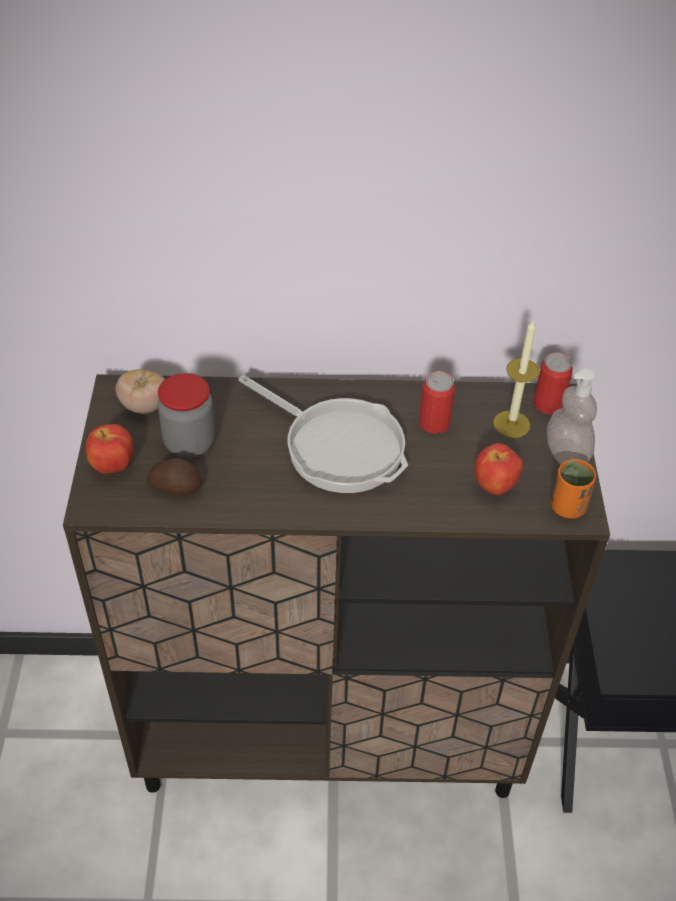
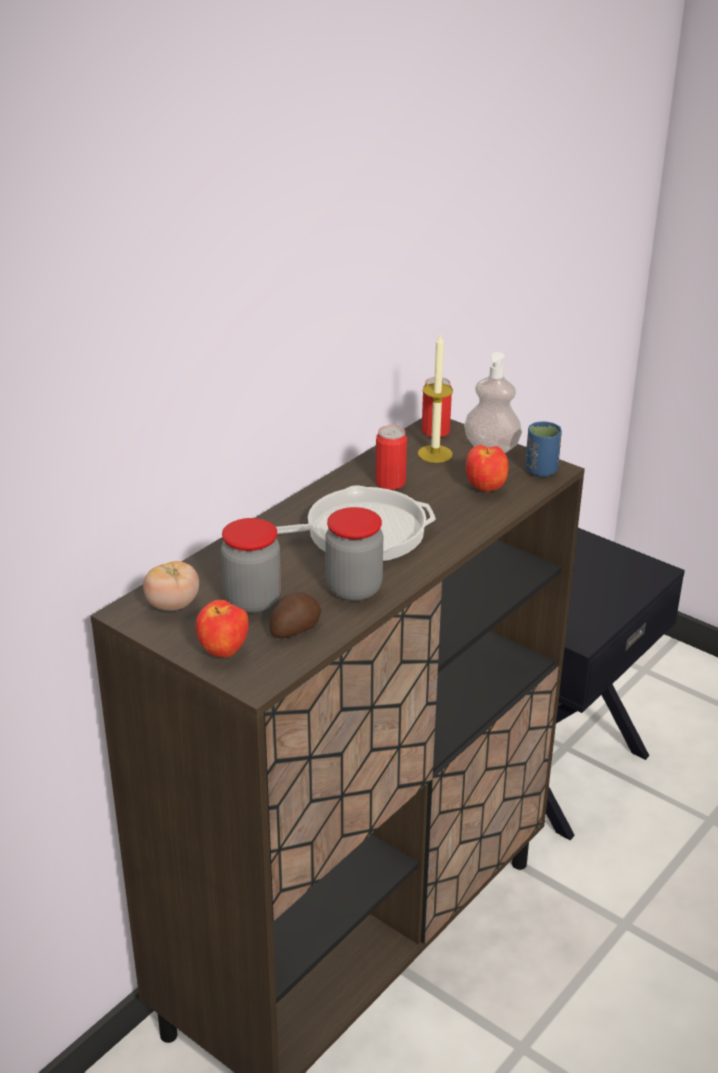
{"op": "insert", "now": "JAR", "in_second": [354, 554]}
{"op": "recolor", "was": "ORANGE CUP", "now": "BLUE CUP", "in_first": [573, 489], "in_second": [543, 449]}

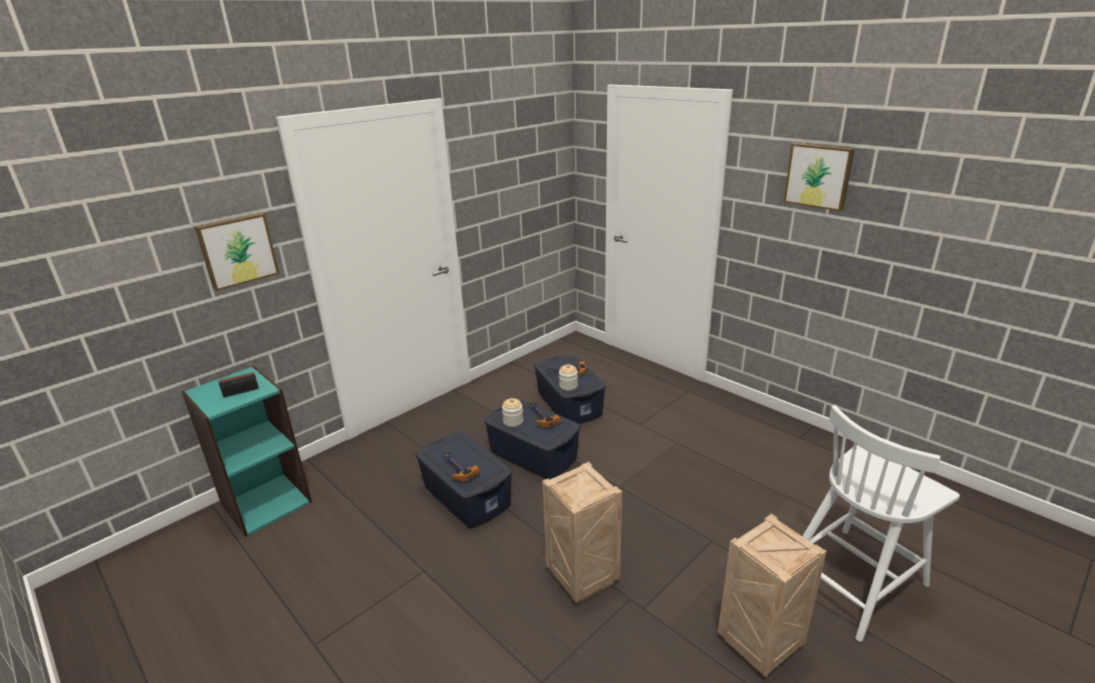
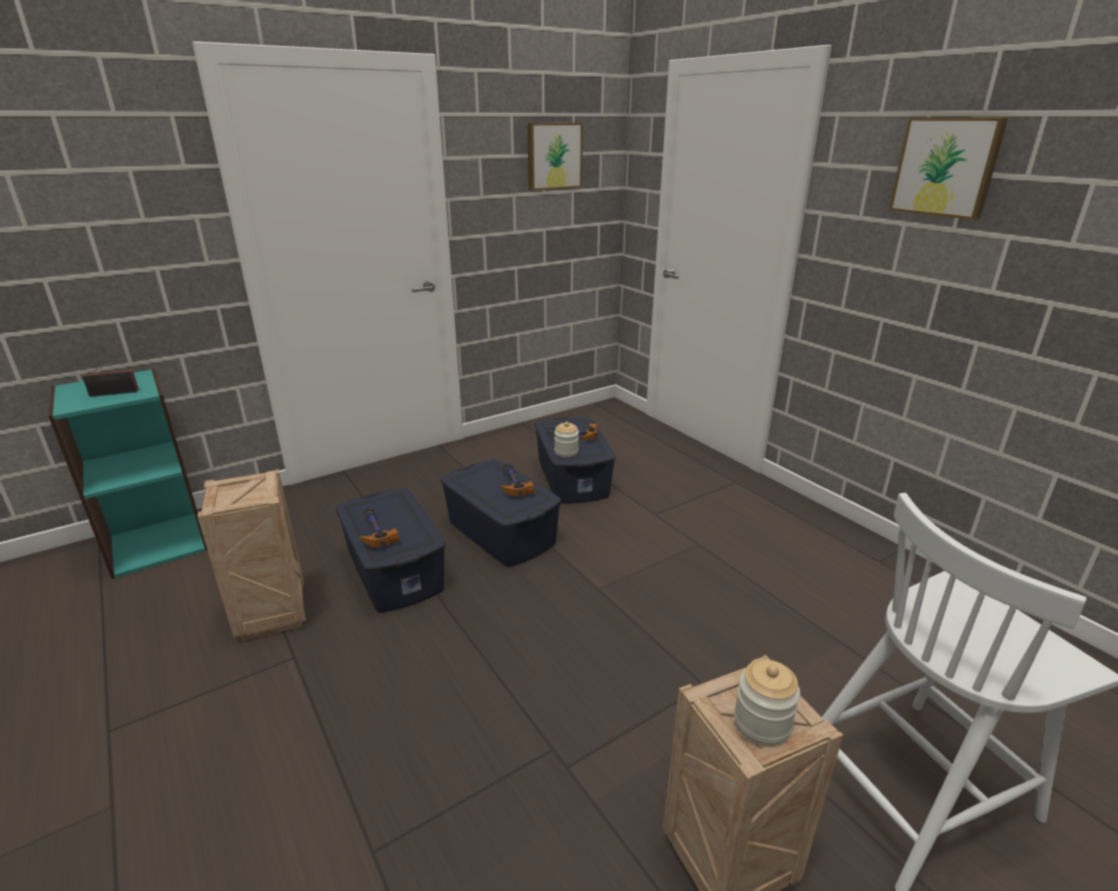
{"op": "move", "was": "CRATE", "in_first": [582, 532], "in_second": [251, 555]}
{"op": "move", "was": "PICTURE", "in_first": [237, 252], "in_second": [555, 156]}
{"op": "move", "was": "JAR", "in_first": [512, 412], "in_second": [767, 702]}

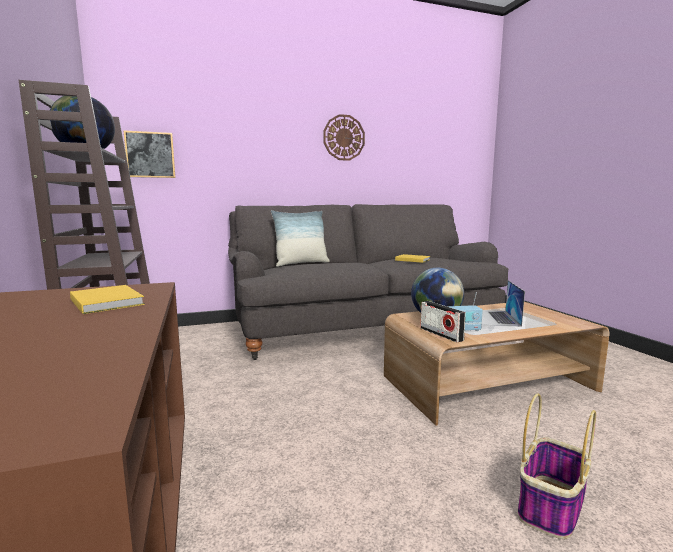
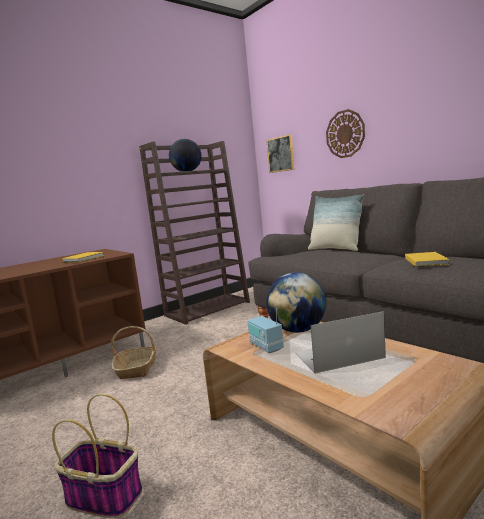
{"op": "insert", "now": "BASKET", "in_second": [134, 352]}
{"op": "move", "was": "WALL CLOCK", "in_first": [344, 137], "in_second": [345, 133]}
{"op": "delete", "was": "RADIO", "in_first": [443, 321]}

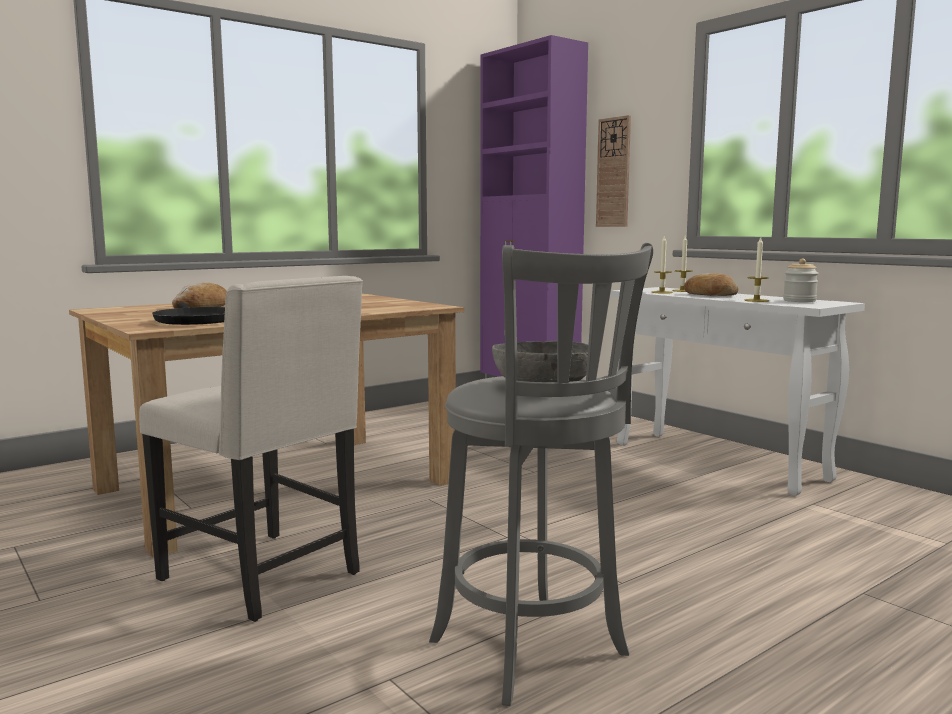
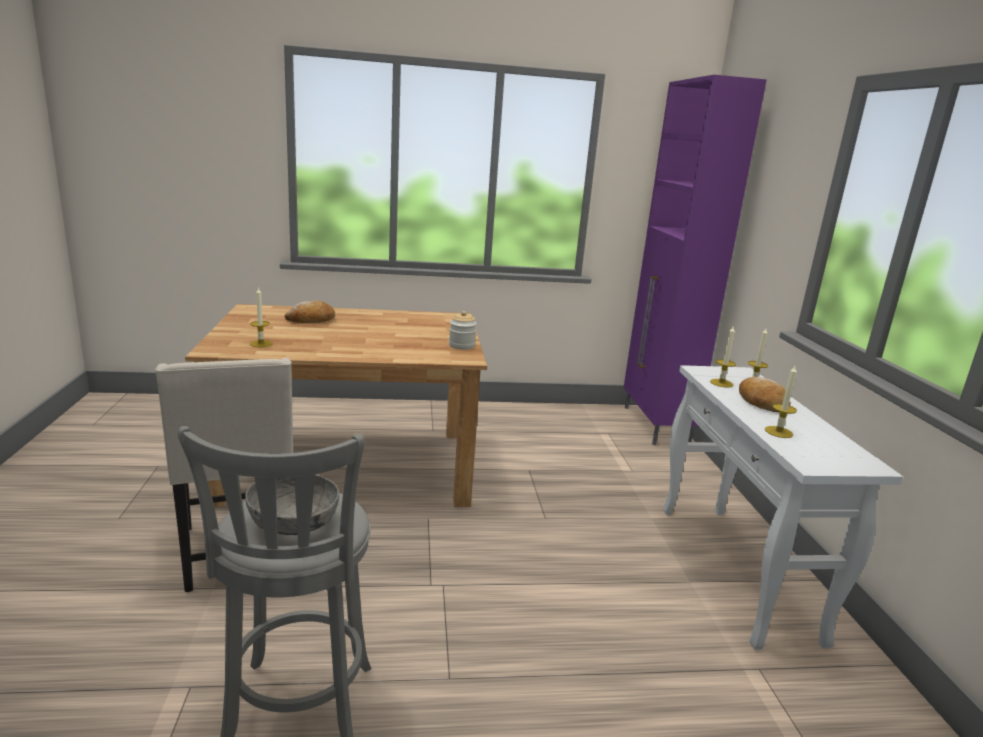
{"op": "replace", "was": "BLACK FRYING PAN", "now": "CANDLE", "in_first": [188, 314], "in_second": [261, 317]}
{"op": "move", "was": "JAR", "in_first": [801, 280], "in_second": [463, 330]}
{"op": "delete", "was": "WALL CLOCK", "in_first": [613, 171]}

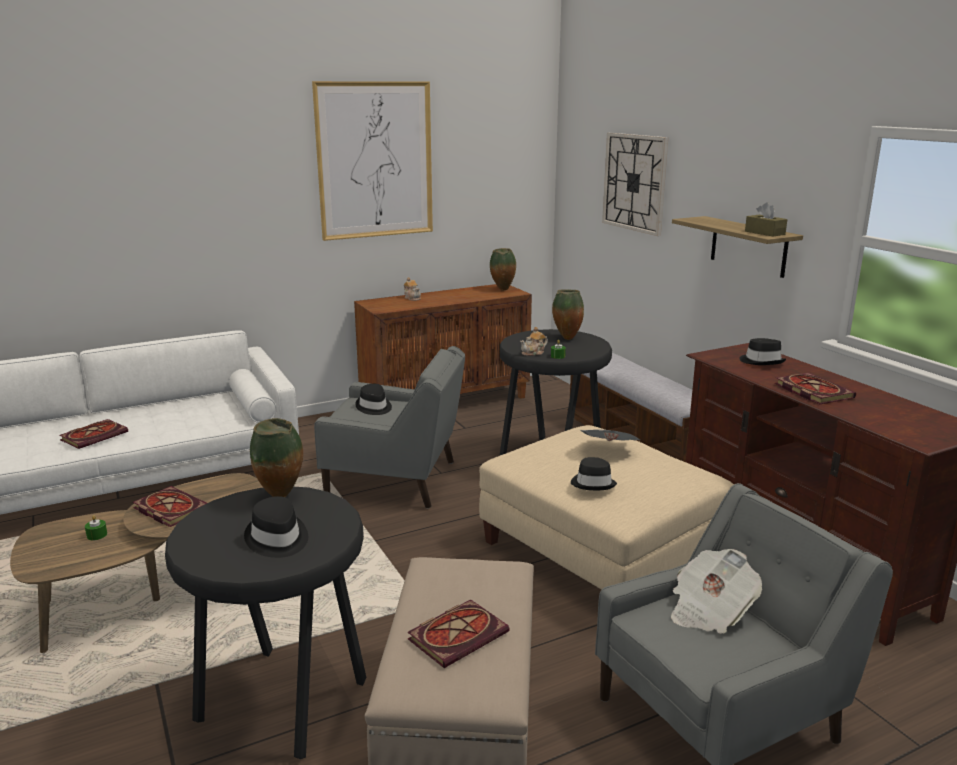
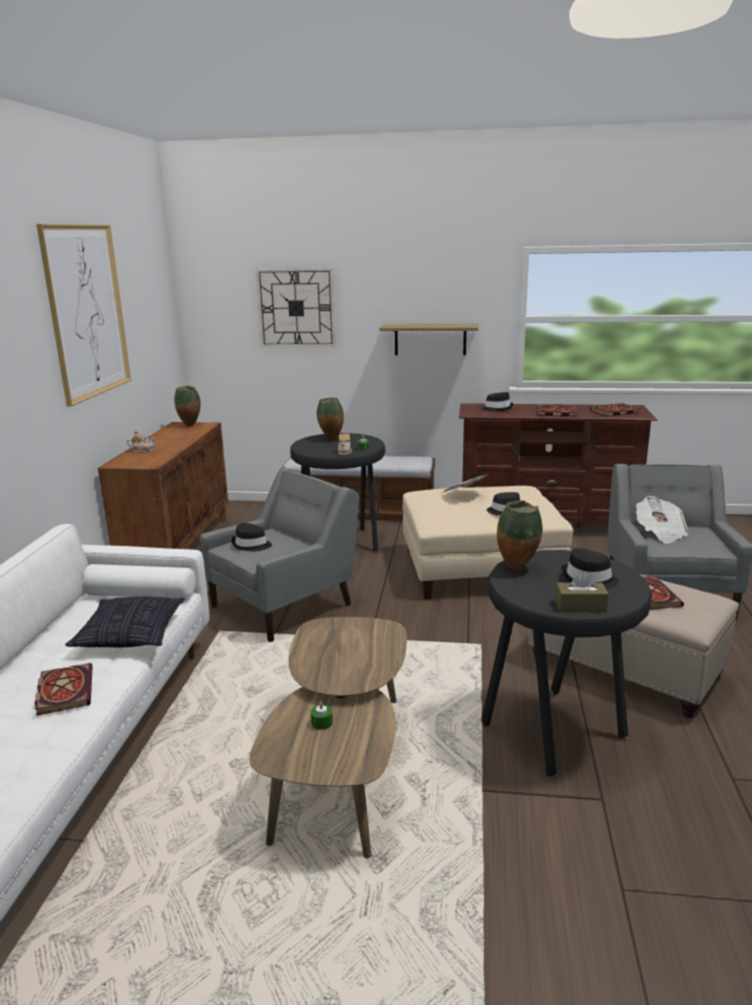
{"op": "insert", "now": "PILLOW", "in_second": [125, 621]}
{"op": "move", "was": "BROWN TISSUE BOX", "in_first": [766, 219], "in_second": [582, 591]}
{"op": "move", "was": "BOOK", "in_first": [169, 506], "in_second": [614, 409]}

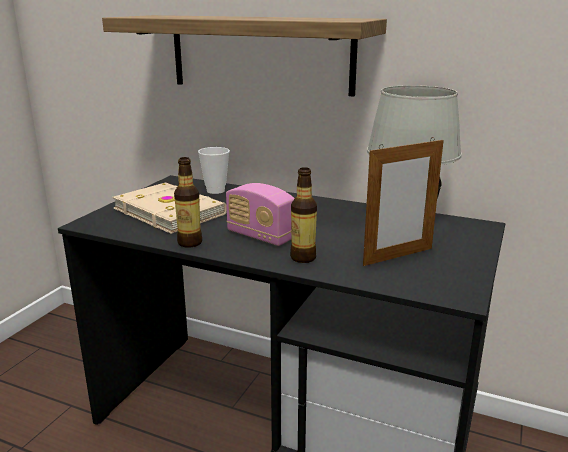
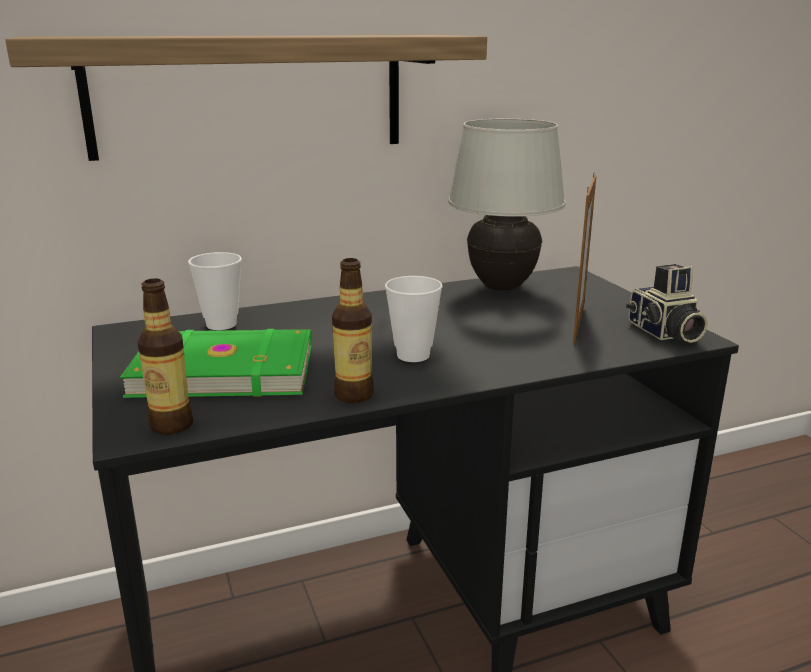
{"op": "recolor", "was": "BEIGE BOOK", "now": "GREEN BOOK", "in_first": [169, 208], "in_second": [216, 363]}
{"op": "move", "was": "BOTTLE", "in_first": [303, 215], "in_second": [165, 356]}
{"op": "replace", "was": "RADIO", "now": "CUP", "in_first": [260, 214], "in_second": [414, 319]}
{"op": "insert", "now": "PHOTO CAMERA", "in_second": [667, 303]}

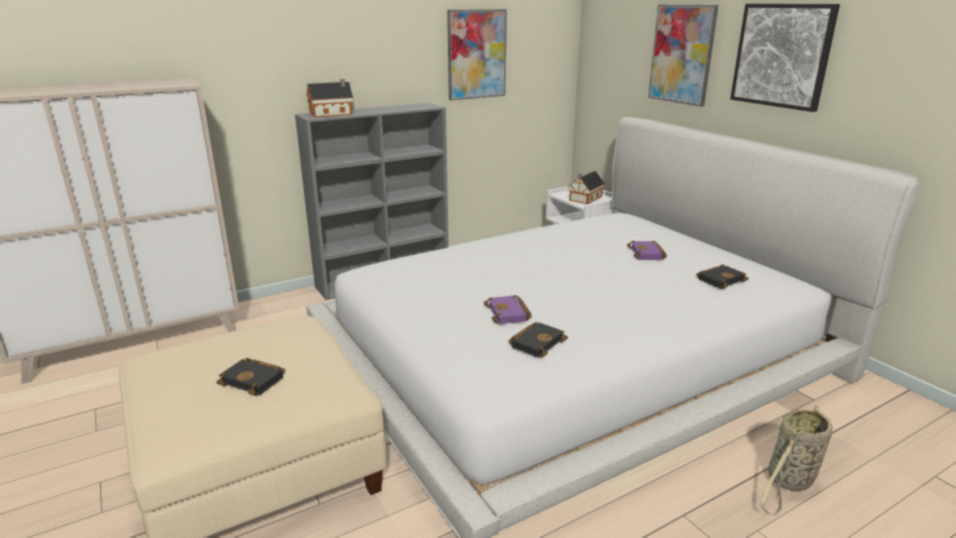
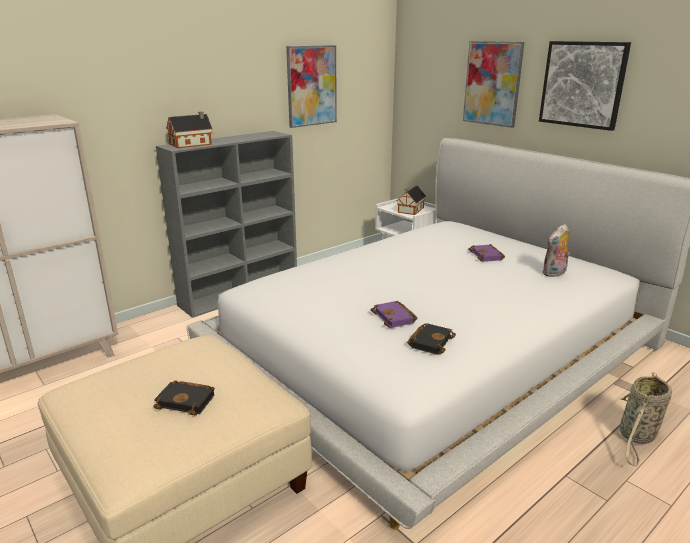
{"op": "replace", "was": "BLACK BOOK", "now": "PLUSH TOY", "in_first": [722, 276], "in_second": [556, 250]}

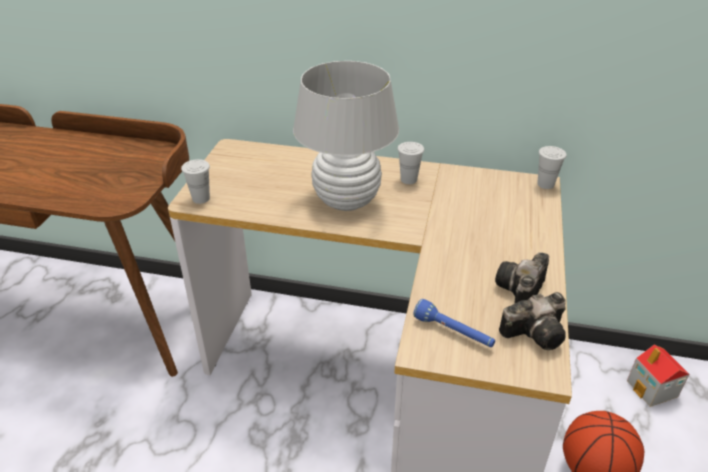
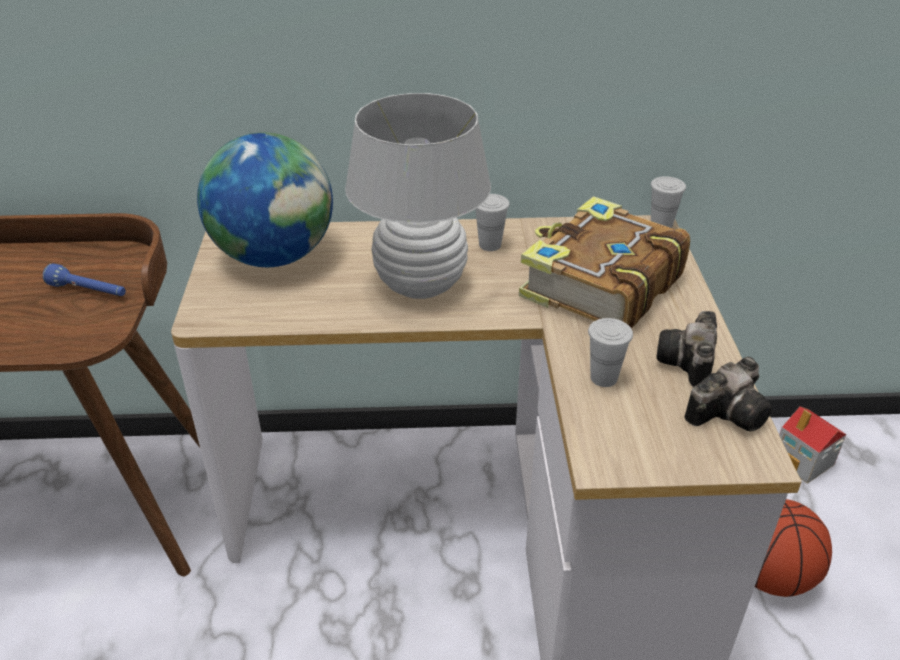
{"op": "move", "was": "BLUE FLASHLIGHT", "in_first": [454, 323], "in_second": [84, 279]}
{"op": "insert", "now": "GLOBE", "in_second": [265, 199]}
{"op": "insert", "now": "BOOK", "in_second": [604, 262]}
{"op": "move", "was": "WHITE CUP", "in_first": [195, 181], "in_second": [610, 352]}

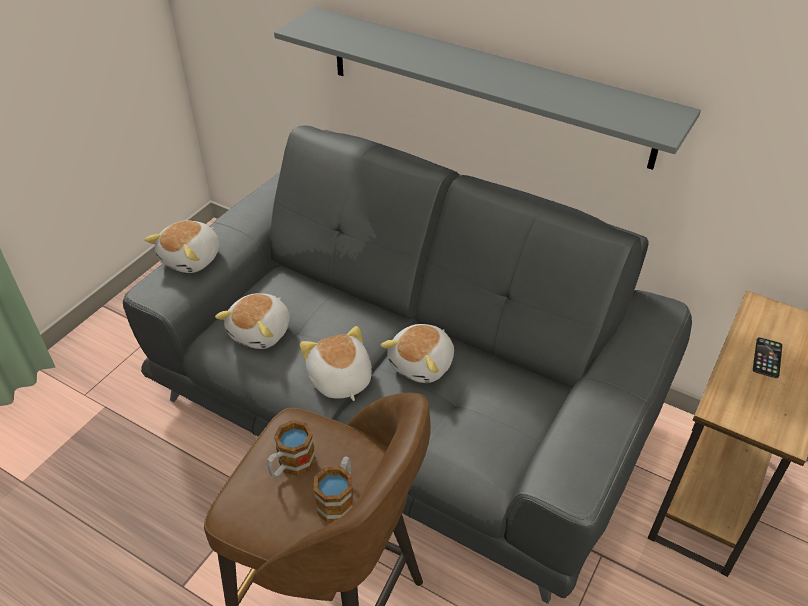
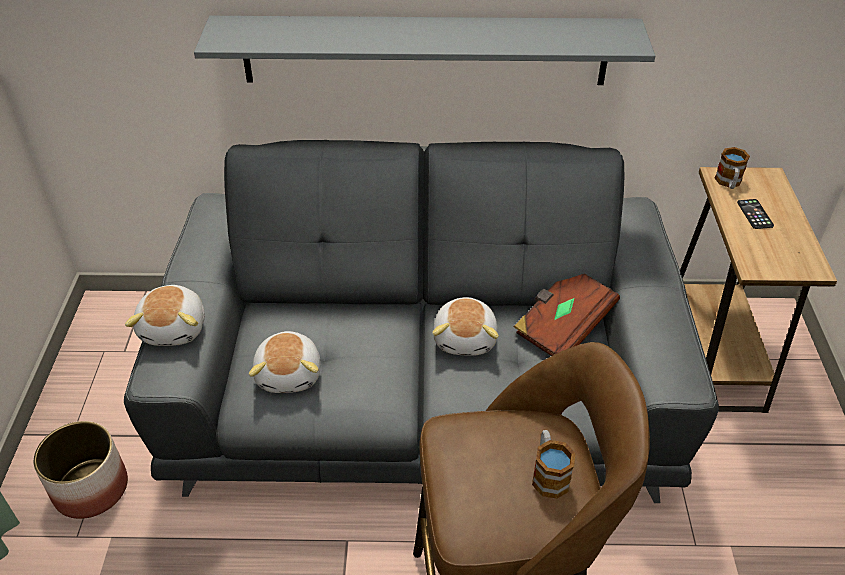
{"op": "insert", "now": "PLANTER", "in_second": [80, 470]}
{"op": "insert", "now": "BROWN BOOK", "in_second": [567, 314]}
{"op": "move", "was": "MUG", "in_first": [291, 449], "in_second": [732, 168]}
{"op": "delete", "was": "PLUSH TOY", "in_first": [336, 363]}

